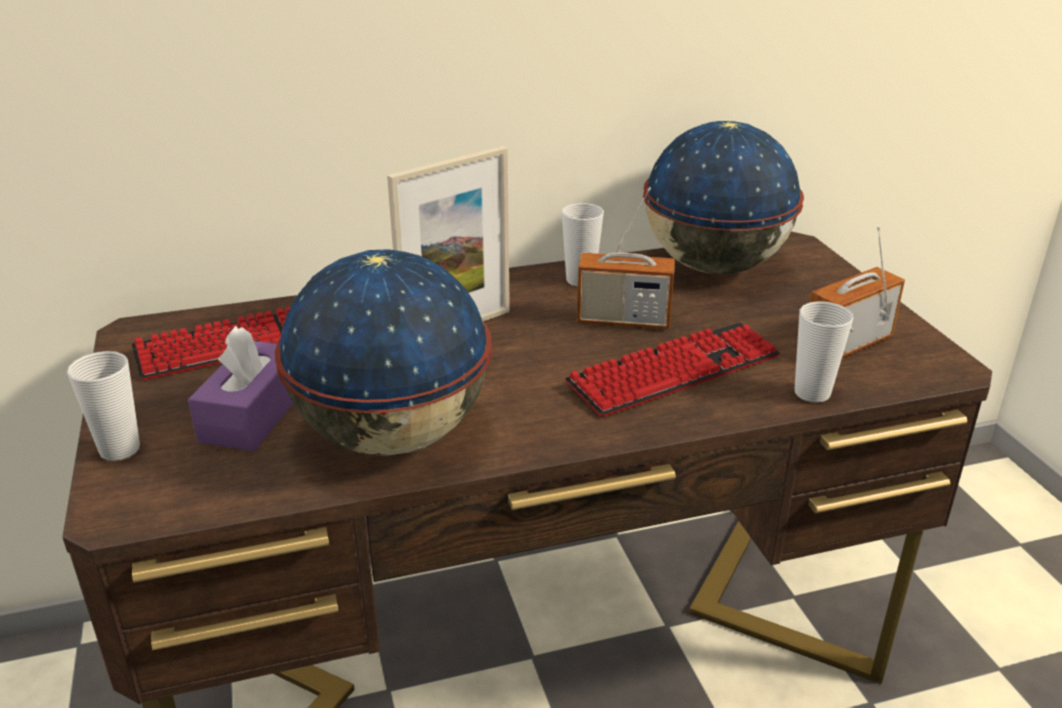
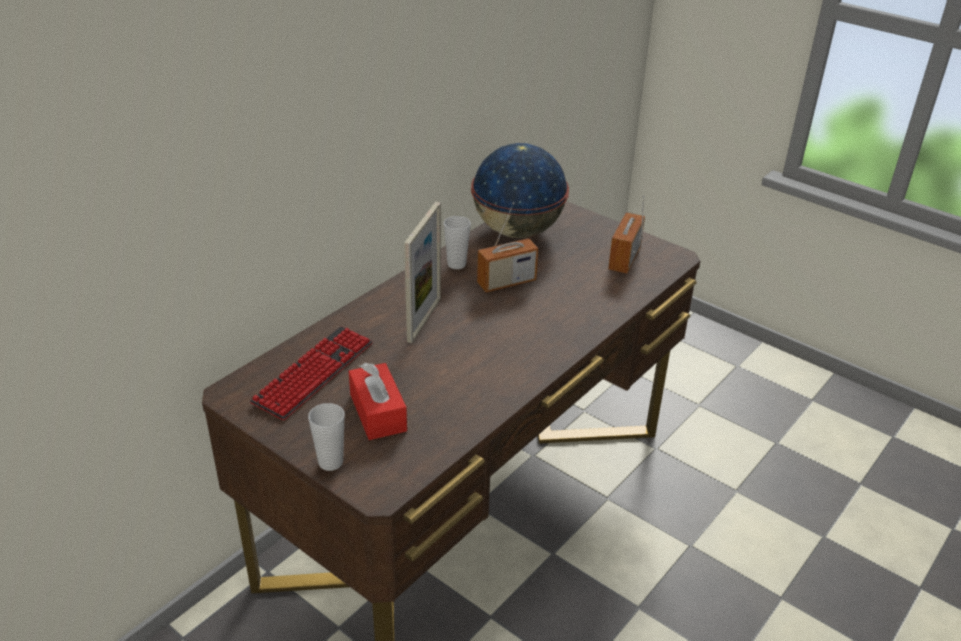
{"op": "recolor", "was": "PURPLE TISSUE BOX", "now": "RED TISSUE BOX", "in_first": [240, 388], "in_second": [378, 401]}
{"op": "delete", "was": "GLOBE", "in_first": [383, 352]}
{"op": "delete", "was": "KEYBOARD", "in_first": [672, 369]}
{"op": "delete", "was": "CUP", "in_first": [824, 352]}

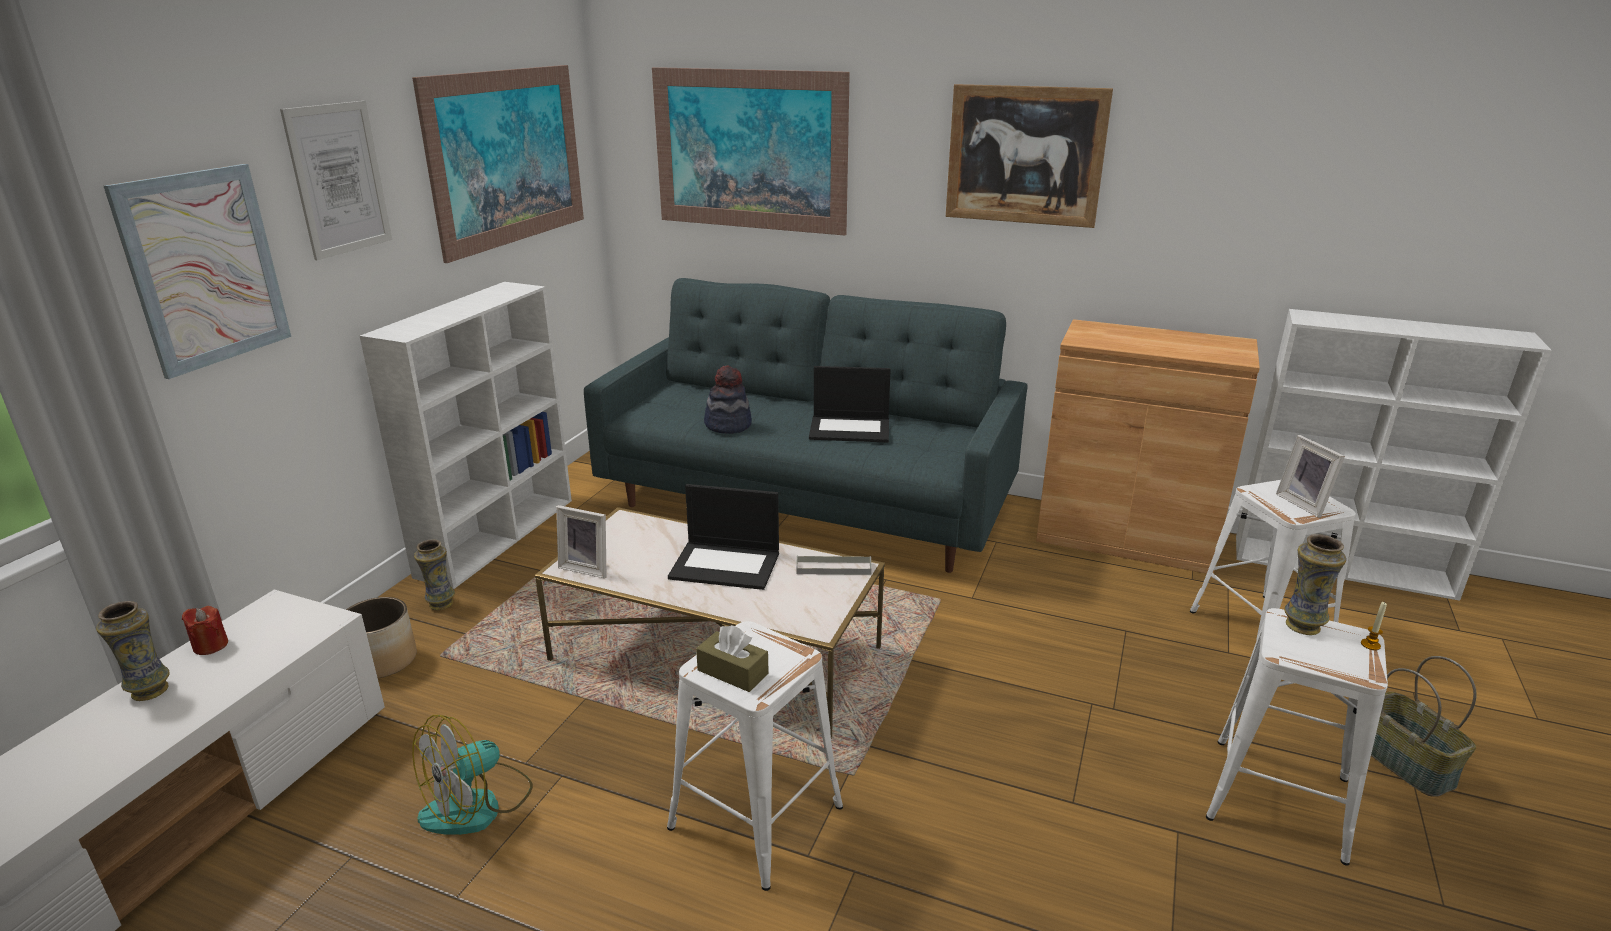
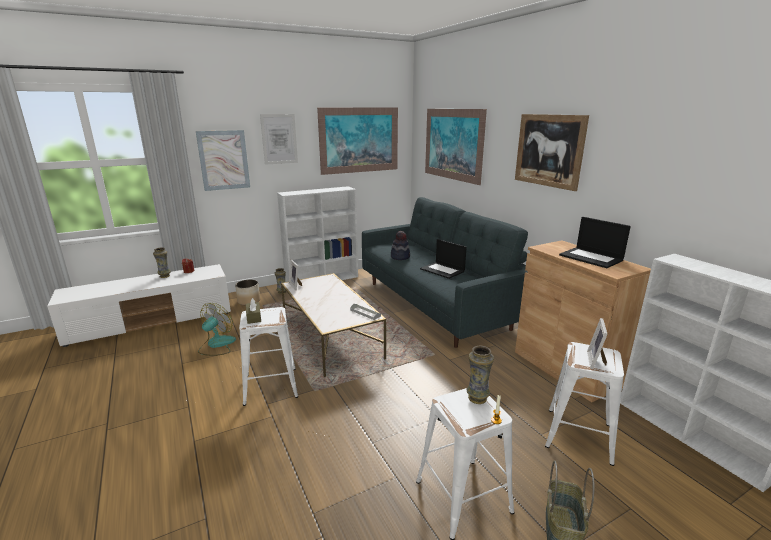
{"op": "rotate", "was": "FAN", "in_first": [472, 775], "in_second": [217, 329], "clockwise": 120}
{"op": "move", "was": "LAPTOP", "in_first": [723, 537], "in_second": [595, 242]}

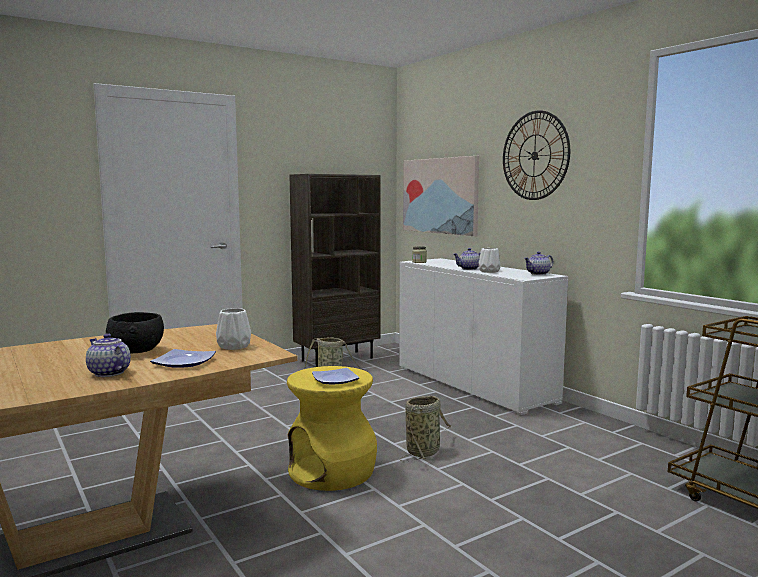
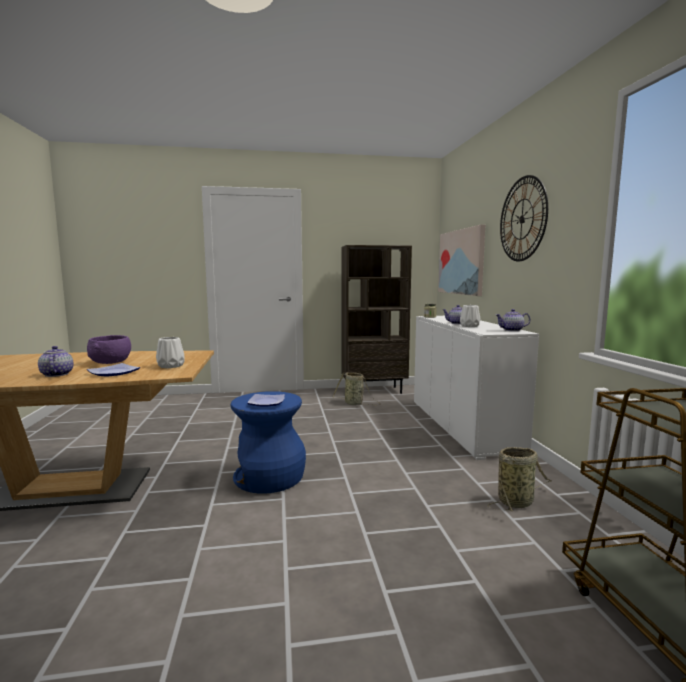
{"op": "recolor", "was": "BLACK BOWL", "now": "PURPLE BOWL", "in_first": [135, 332], "in_second": [109, 349]}
{"op": "recolor", "was": "YELLOW STOOL", "now": "BLUE STOOL", "in_first": [332, 428], "in_second": [268, 442]}
{"op": "move", "was": "BASKET", "in_first": [425, 428], "in_second": [519, 479]}

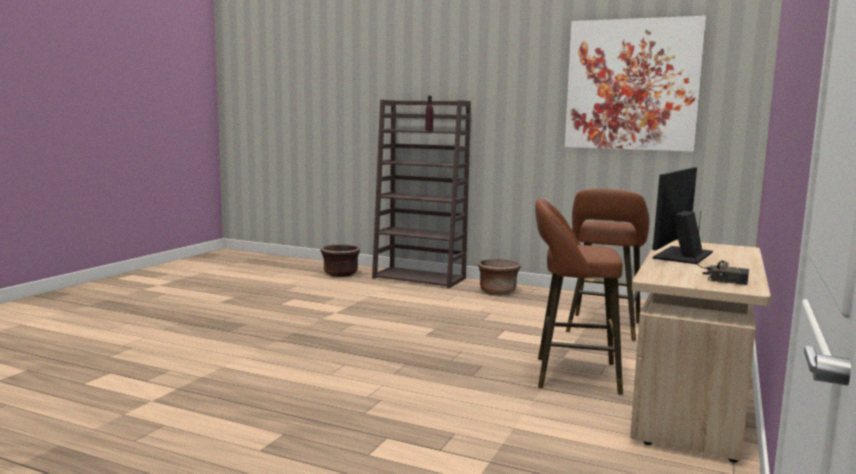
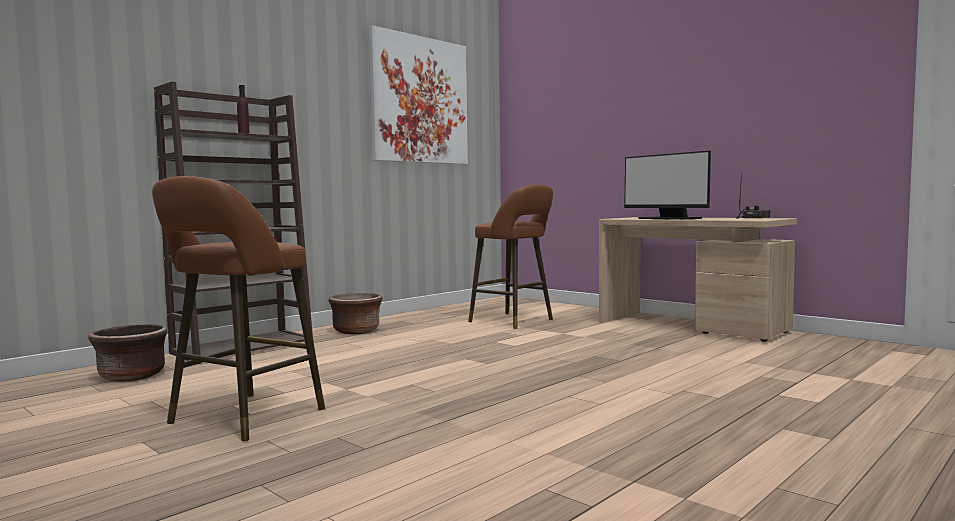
{"op": "move", "was": "BROWN STOOL", "in_first": [579, 296], "in_second": [238, 308]}

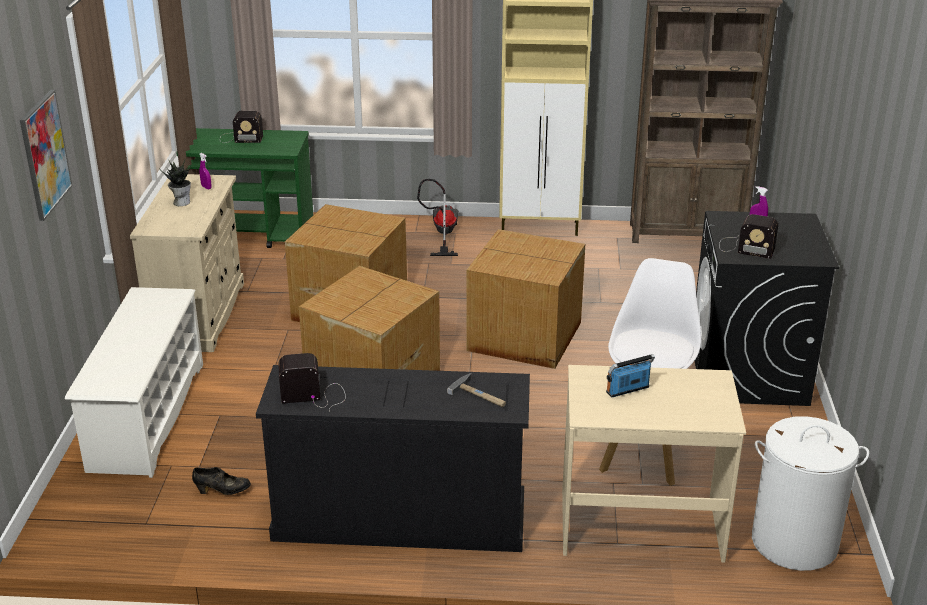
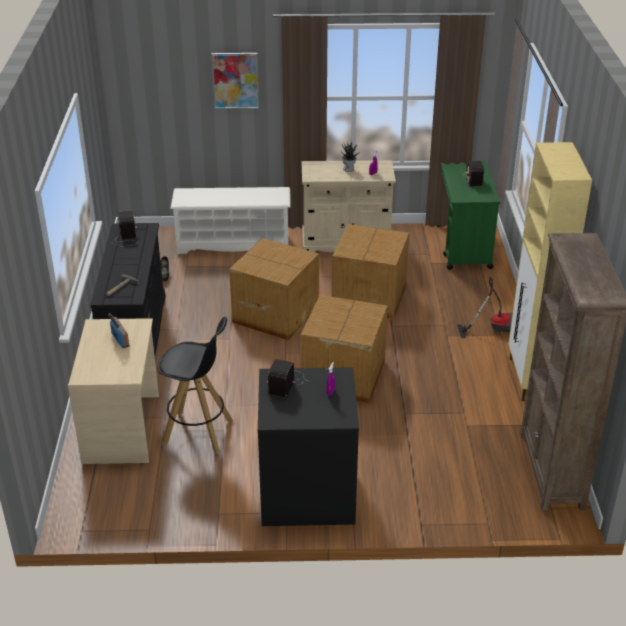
{"op": "recolor", "was": "WHITE STOOL", "now": "BLACK STOOL", "in_first": [650, 372], "in_second": [195, 385]}
{"op": "delete", "was": "WHITE LAUNDRY BASKET", "in_first": [810, 493]}

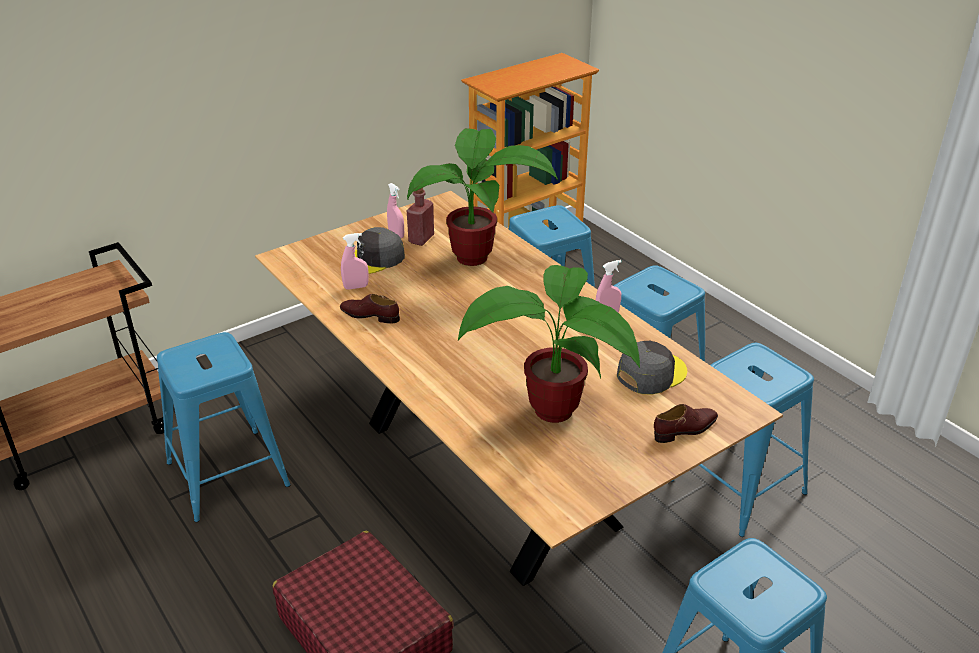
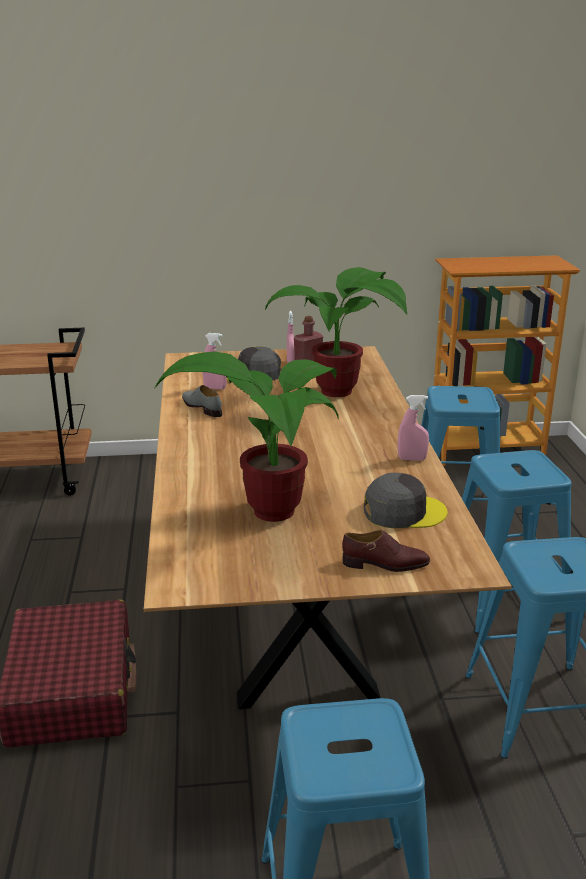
{"op": "recolor", "was": "BROWN SHOE", "now": "GREY SHOE", "in_first": [370, 309], "in_second": [202, 401]}
{"op": "delete", "was": "BLUE STOOL", "in_first": [224, 427]}

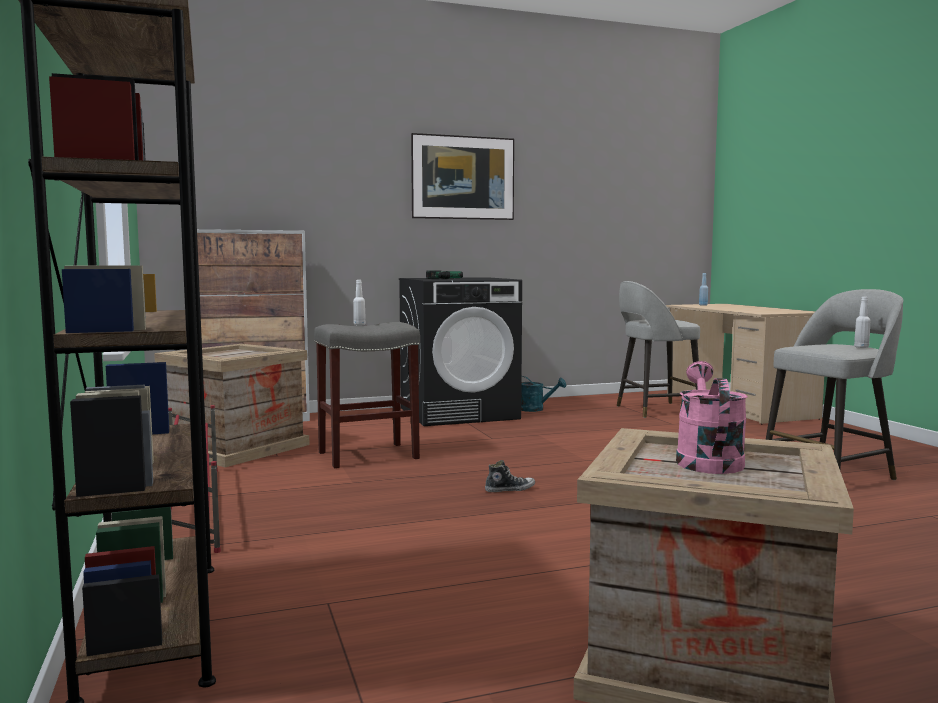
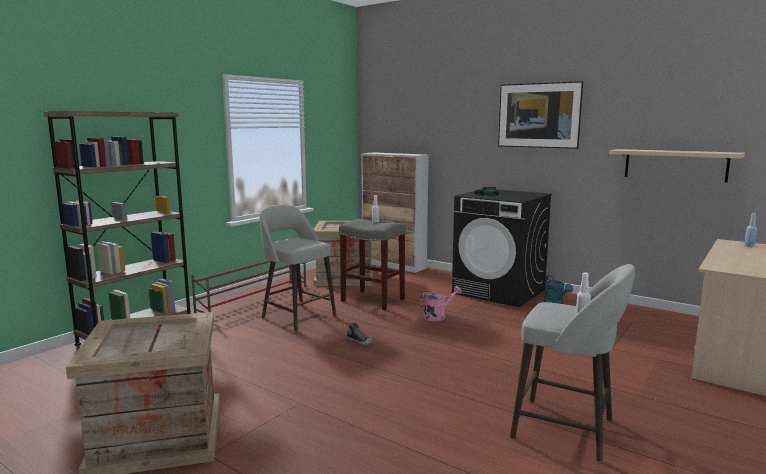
{"op": "move", "was": "GREY STOOL", "in_first": [658, 349], "in_second": [298, 268]}
{"op": "move", "was": "PINK WATERING CAN", "in_first": [712, 417], "in_second": [441, 303]}
{"op": "insert", "now": "BEIGE SHELF", "in_second": [677, 165]}

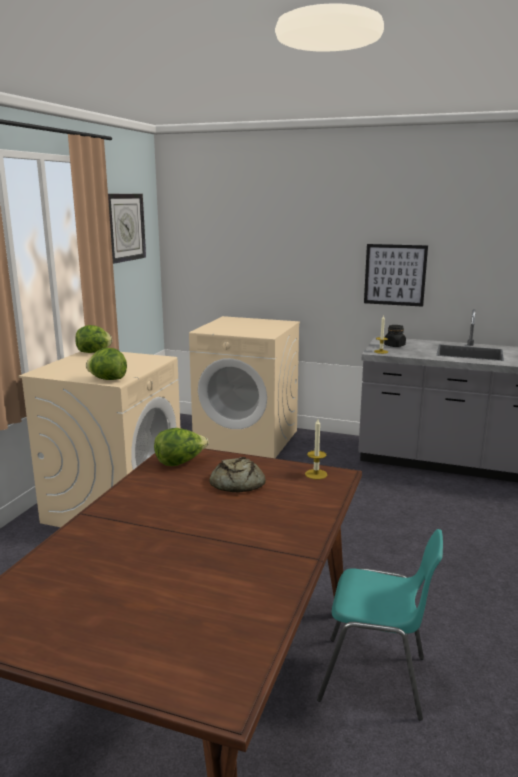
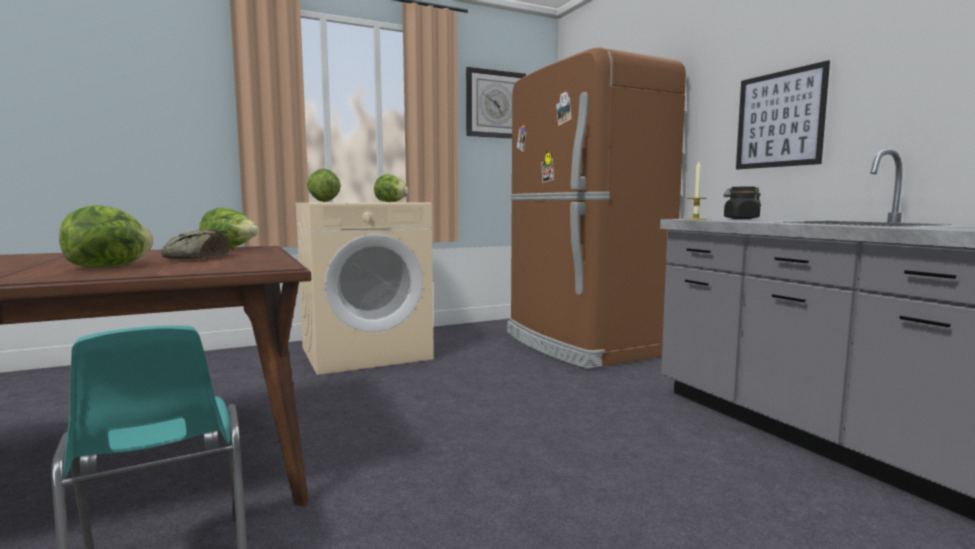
{"op": "insert", "now": "LETTUCE", "in_second": [106, 236]}
{"op": "replace", "was": "BEIGE WASHING MACHINE", "now": "BROWN FRIDGE", "in_first": [244, 387], "in_second": [596, 208]}
{"op": "delete", "was": "CANDLE", "in_first": [316, 449]}

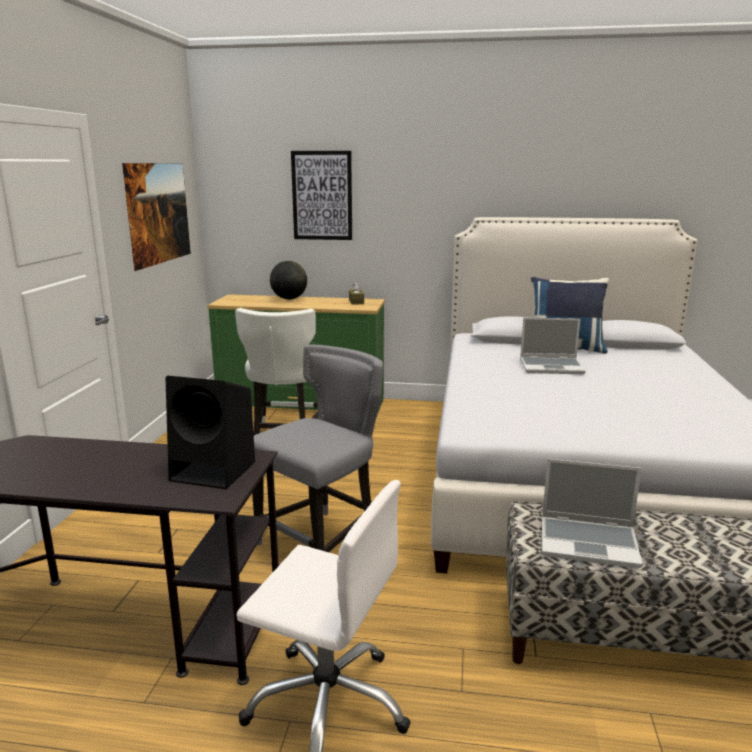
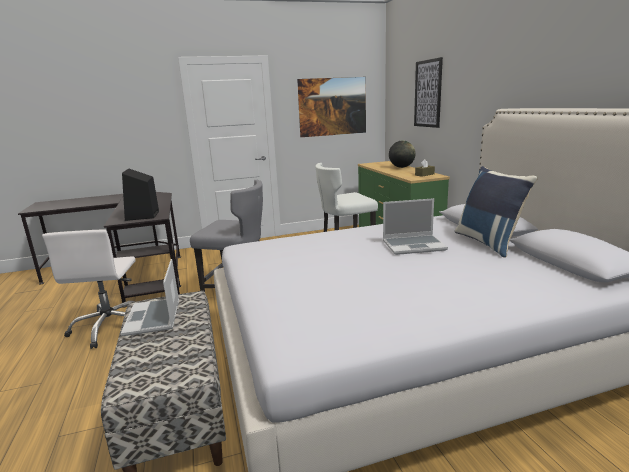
{"op": "rotate", "was": "LAPTOP", "in_first": [553, 345], "in_second": [415, 226], "clockwise": -75}

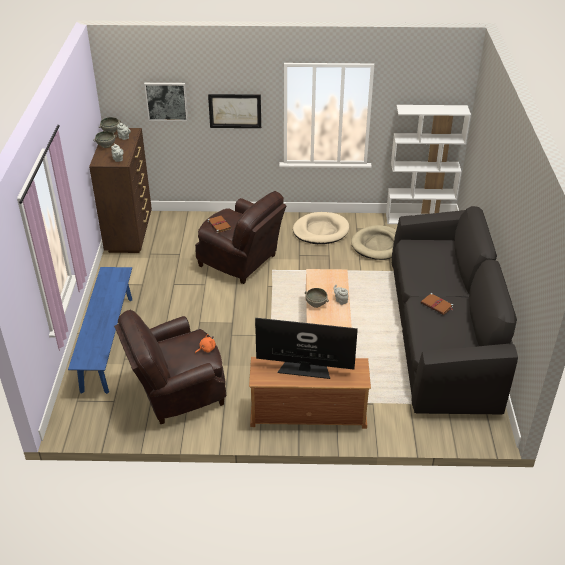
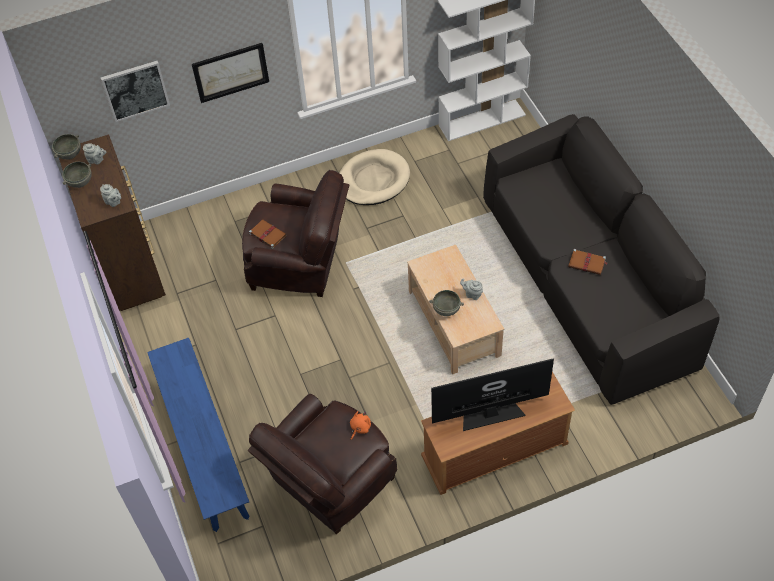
{"op": "delete", "was": "BEIGE DOG BED", "in_first": [373, 242]}

